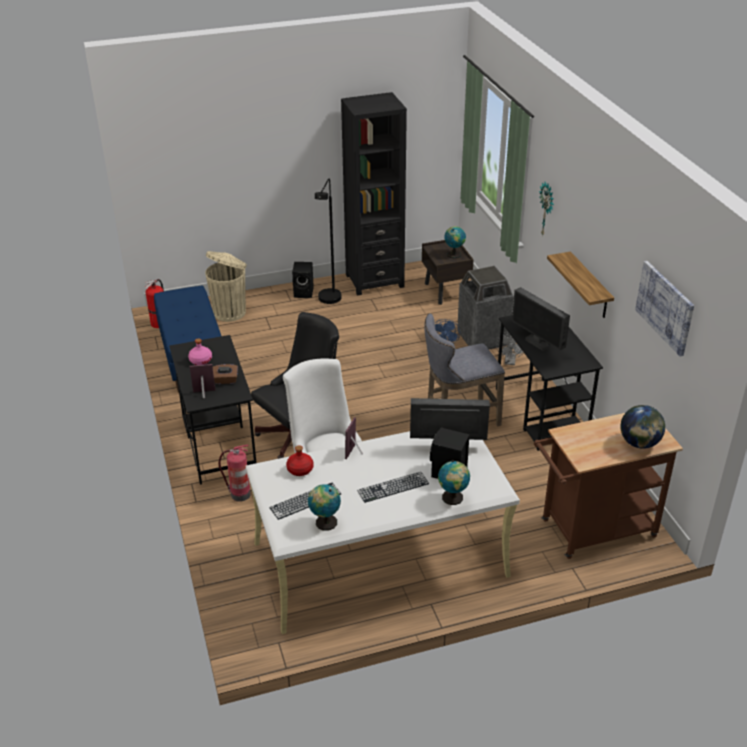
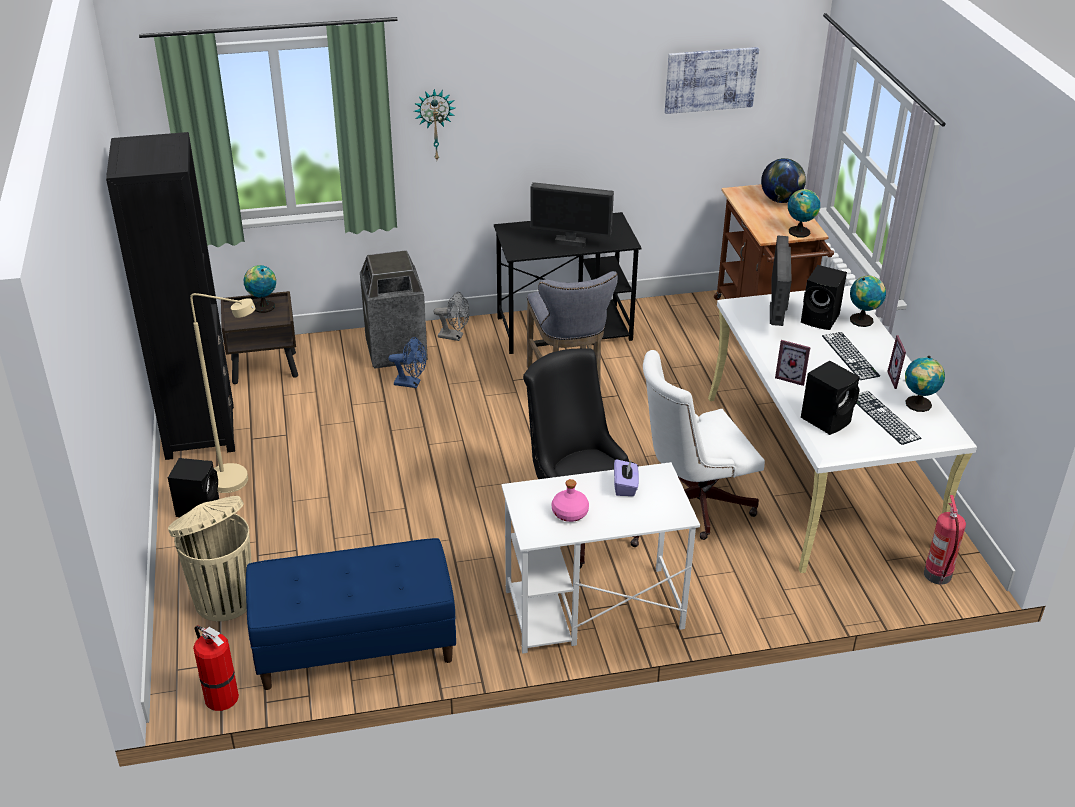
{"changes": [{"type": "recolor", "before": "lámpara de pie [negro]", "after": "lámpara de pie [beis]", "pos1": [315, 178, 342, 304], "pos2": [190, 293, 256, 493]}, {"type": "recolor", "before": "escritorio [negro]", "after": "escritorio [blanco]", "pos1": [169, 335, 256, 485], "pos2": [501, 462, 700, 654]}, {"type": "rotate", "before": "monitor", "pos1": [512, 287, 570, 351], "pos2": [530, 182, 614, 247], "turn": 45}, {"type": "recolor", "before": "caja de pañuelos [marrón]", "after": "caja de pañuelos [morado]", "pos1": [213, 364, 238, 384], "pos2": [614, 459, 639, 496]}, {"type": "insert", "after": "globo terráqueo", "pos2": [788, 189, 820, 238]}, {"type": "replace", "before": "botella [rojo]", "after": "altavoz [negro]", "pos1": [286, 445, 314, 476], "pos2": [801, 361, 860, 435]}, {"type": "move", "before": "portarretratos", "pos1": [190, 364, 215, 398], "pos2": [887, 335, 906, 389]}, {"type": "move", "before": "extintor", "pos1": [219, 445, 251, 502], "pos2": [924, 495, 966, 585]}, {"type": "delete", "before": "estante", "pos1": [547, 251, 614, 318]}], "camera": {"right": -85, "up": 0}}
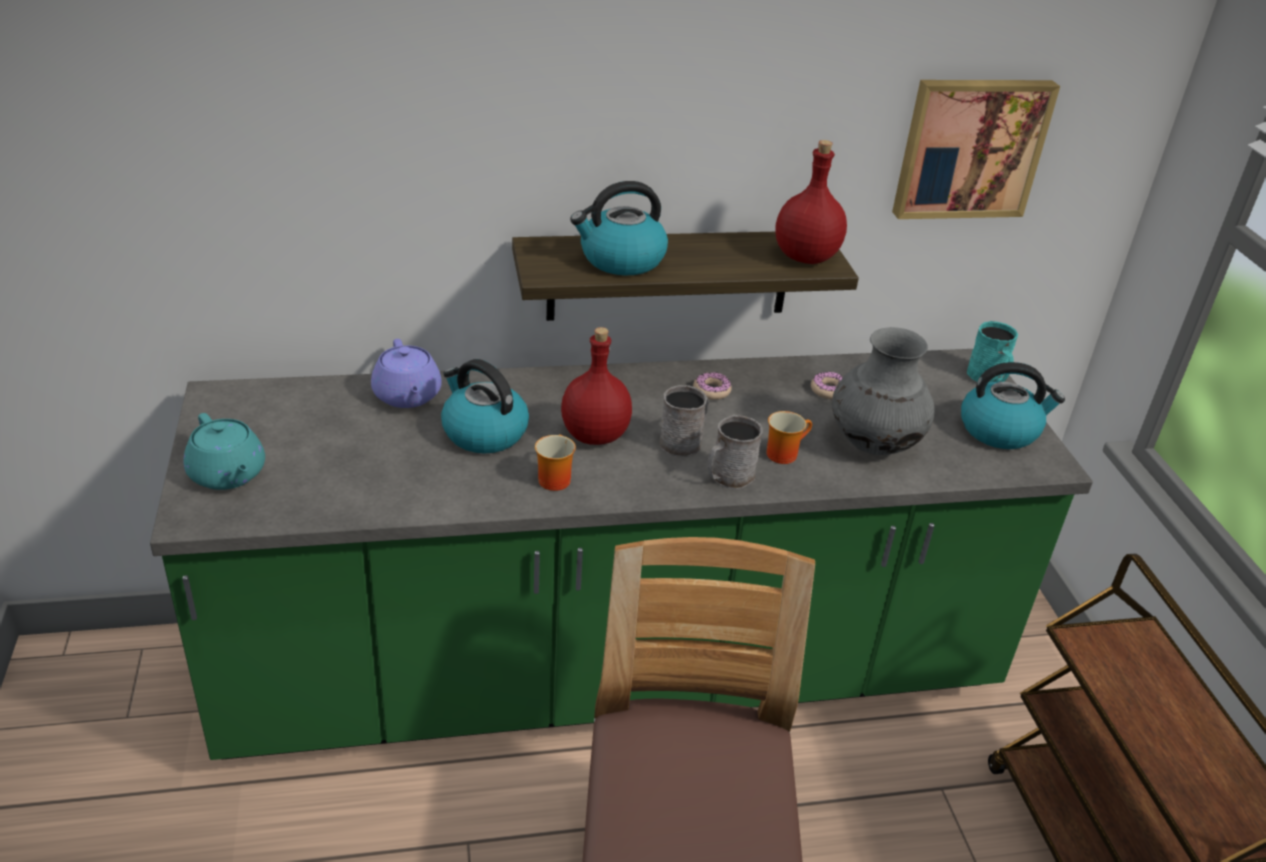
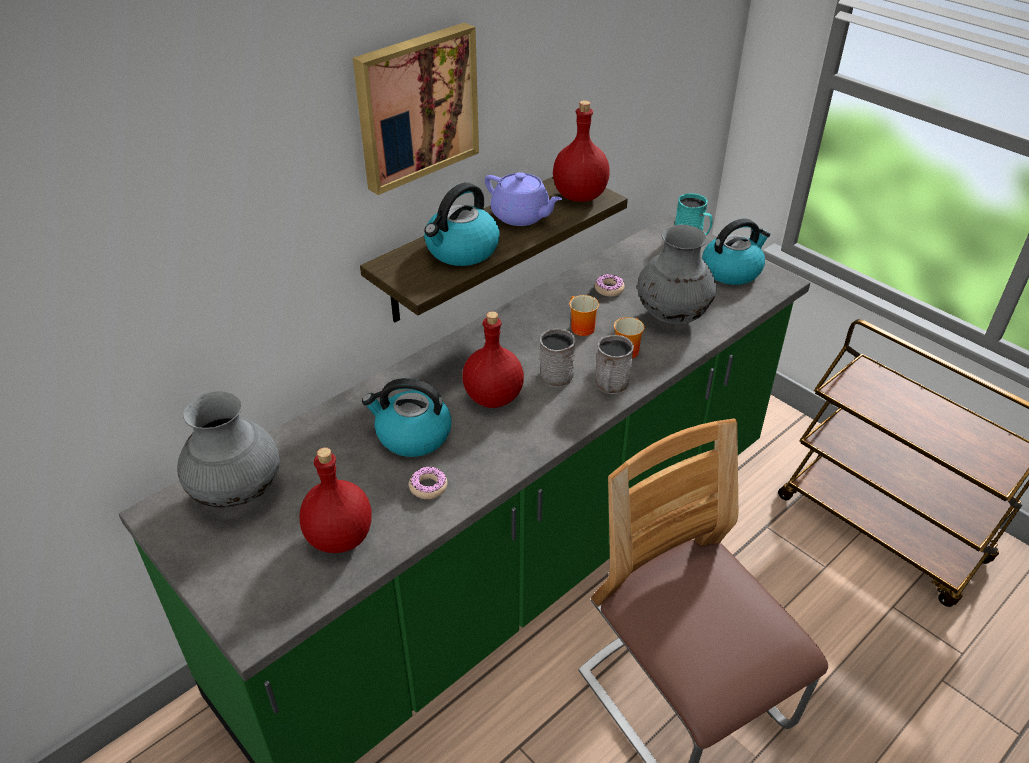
{"changes": [{"type": "insert", "after": "florero [gris]", "pos2": [177, 391, 280, 508]}, {"type": "insert", "after": "botella [rojo]", "pos2": [300, 448, 372, 553]}, {"type": "move", "before": "cuadro", "pos1": [892, 80, 1060, 219], "pos2": [353, 22, 479, 195]}, {"type": "move", "before": "rosquilla", "pos1": [693, 372, 732, 400], "pos2": [409, 467, 447, 499]}, {"type": "move", "before": "tetera [morado]", "pos1": [371, 339, 442, 408], "pos2": [485, 172, 562, 226]}, {"type": "move", "before": "taza grande", "pos1": [535, 435, 576, 491], "pos2": [569, 295, 599, 336]}, {"type": "delete", "before": "tetera [turquesa]", "pos1": [183, 413, 265, 490]}], "camera": {"right": -30, "up": 5}}
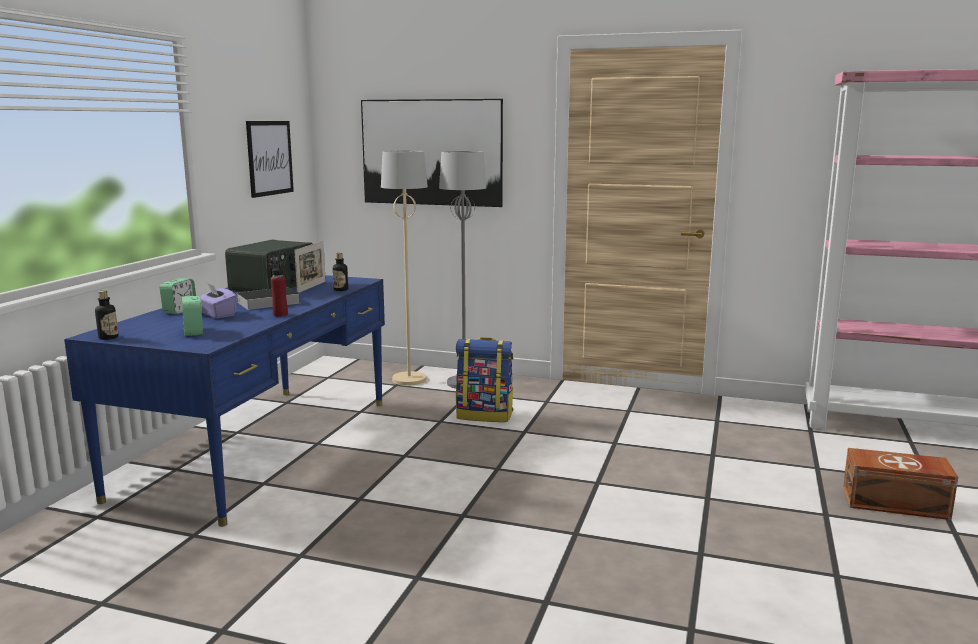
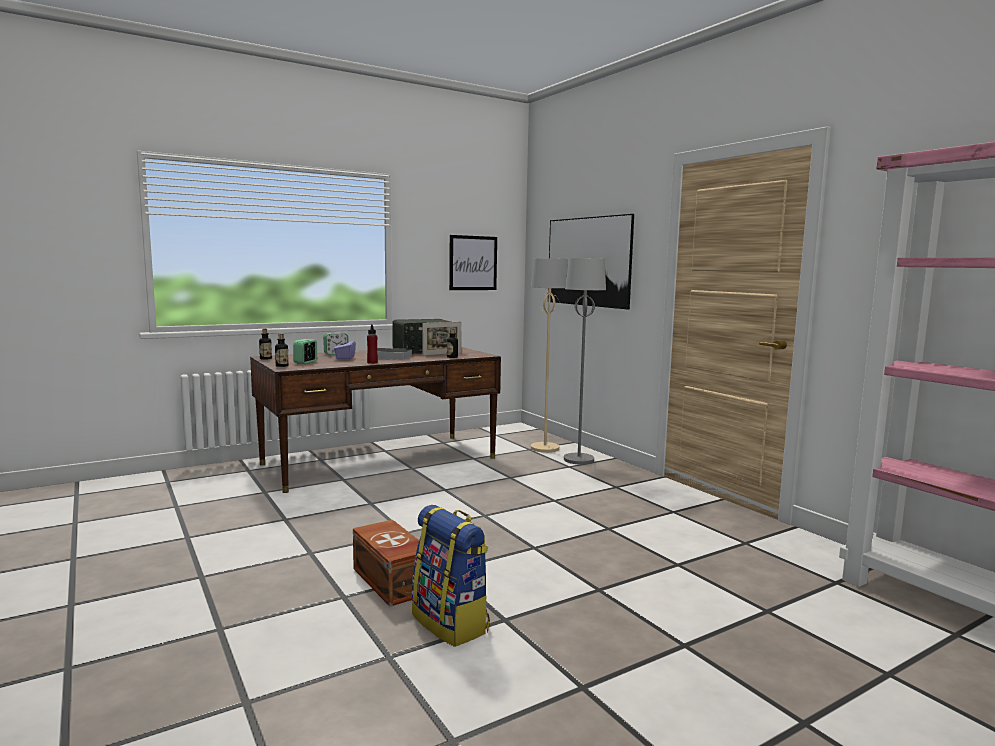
{"changes": [{"type": "recolor", "before": "escritorio [azul]", "after": "escritorio [marrón]", "pos1": [64, 275, 385, 527], "pos2": [250, 347, 501, 493]}, {"type": "insert", "after": "botella", "pos2": [275, 334, 289, 367]}, {"type": "move", "before": "caja de almacenaje [marrón]", "pos1": [843, 448, 958, 520], "pos2": [353, 520, 419, 607]}, {"type": "move", "before": "mochila", "pos1": [456, 337, 514, 422], "pos2": [412, 505, 490, 647]}], "camera": {"right": 40, "up": -5}}
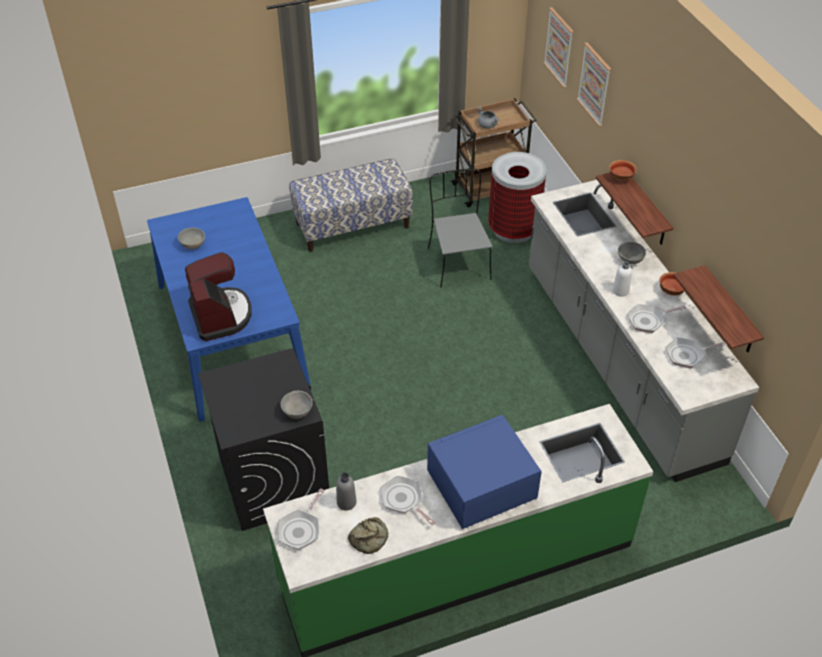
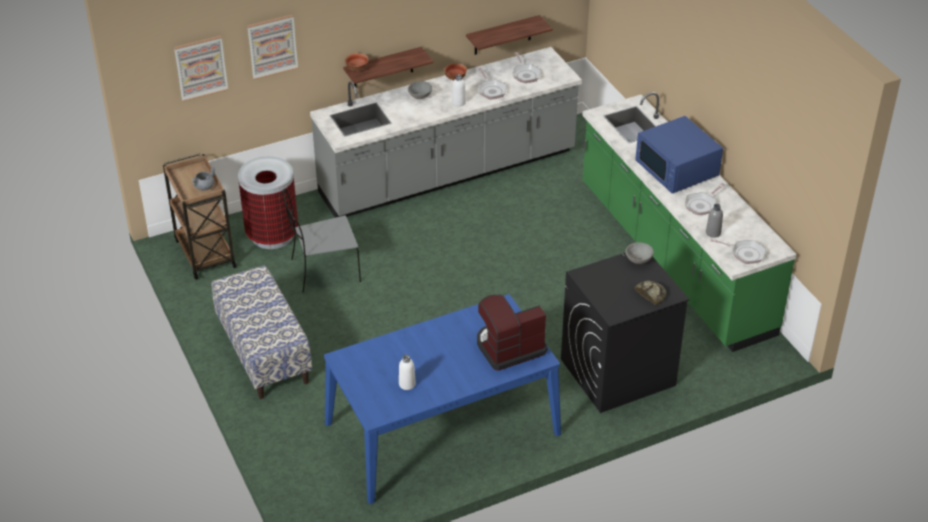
{"changes": [{"type": "replace", "before": "cuenco [gris]", "after": "botella [blanco]", "pos1": [178, 228, 205, 249], "pos2": [399, 355, 416, 390]}, {"type": "move", "before": "pan", "pos1": [348, 517, 388, 554], "pos2": [635, 281, 667, 305]}], "camera": {"right": -95, "up": -5}}
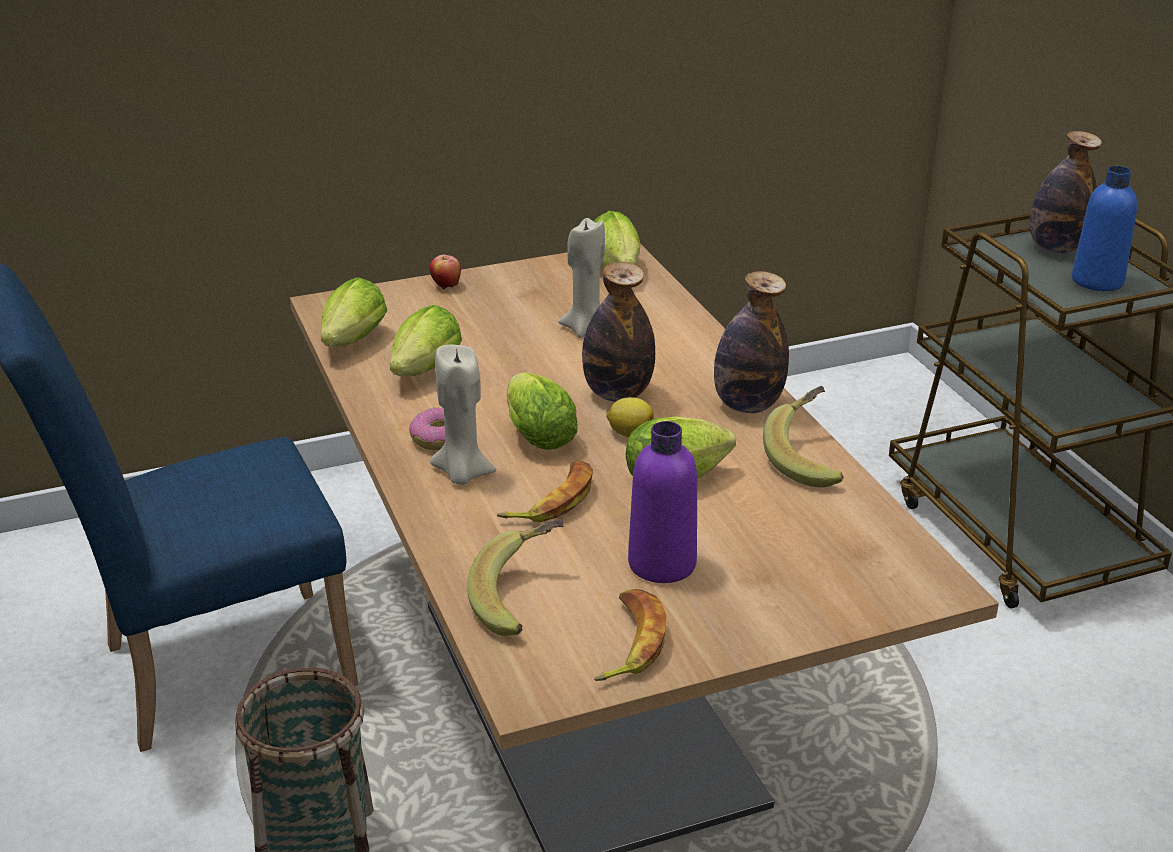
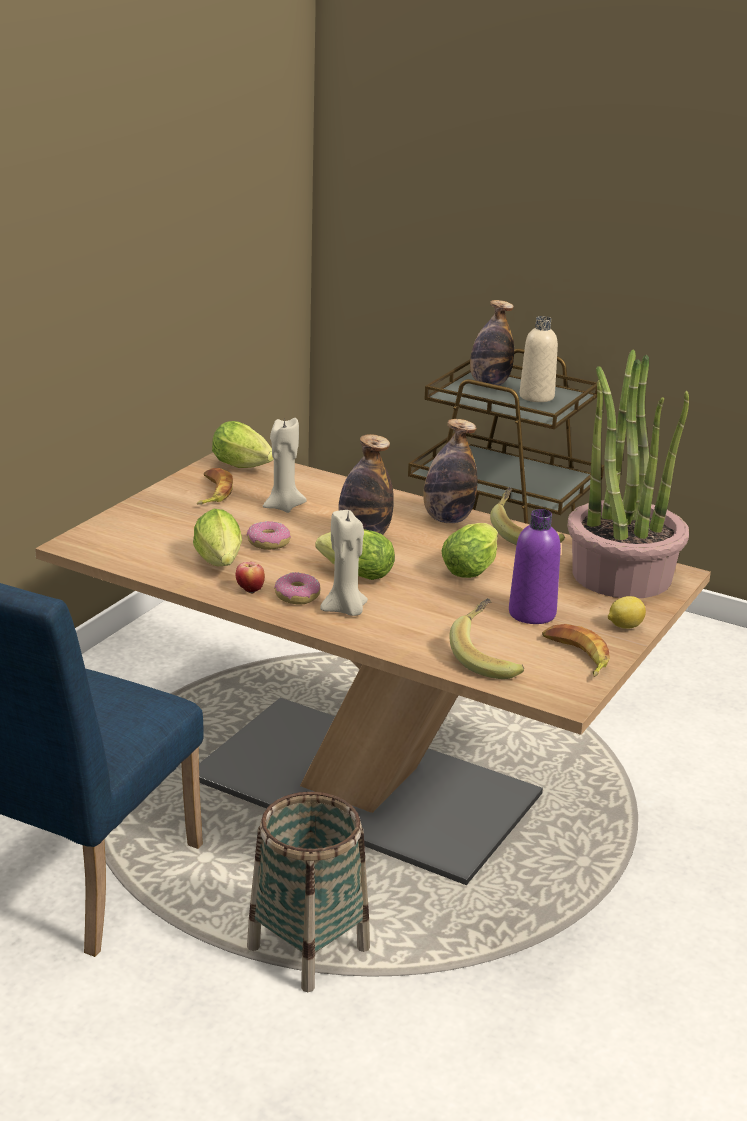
{"changes": [{"type": "move", "before": "plátano", "pos1": [497, 461, 593, 522], "pos2": [196, 468, 233, 505]}, {"type": "move", "before": "manzana", "pos1": [430, 254, 461, 289], "pos2": [236, 562, 265, 594]}, {"type": "insert", "after": "rosquilla", "pos2": [247, 521, 291, 550]}, {"type": "recolor", "before": "botella [azul]", "after": "botella [beis]", "pos1": [1072, 166, 1137, 291], "pos2": [520, 316, 558, 402]}, {"type": "insert", "after": "planta en maceta", "pos2": [567, 349, 689, 598]}, {"type": "move", "before": "limón", "pos1": [606, 397, 654, 437], "pos2": [608, 596, 646, 629]}, {"type": "delete", "before": "lechuga", "pos1": [321, 277, 388, 347]}], "camera": {"right": -40, "up": -5}}
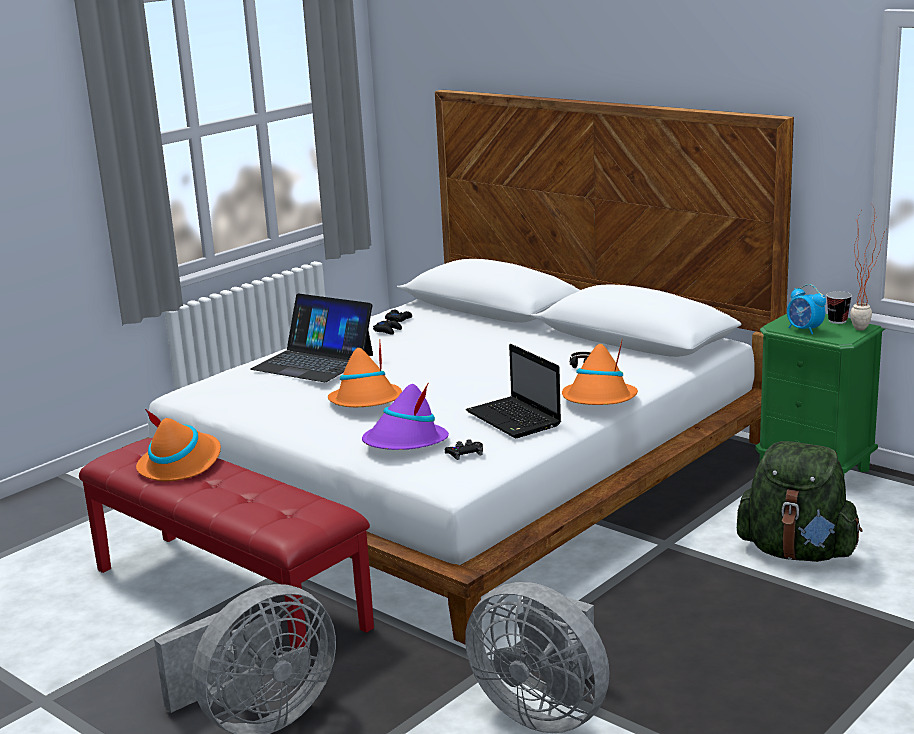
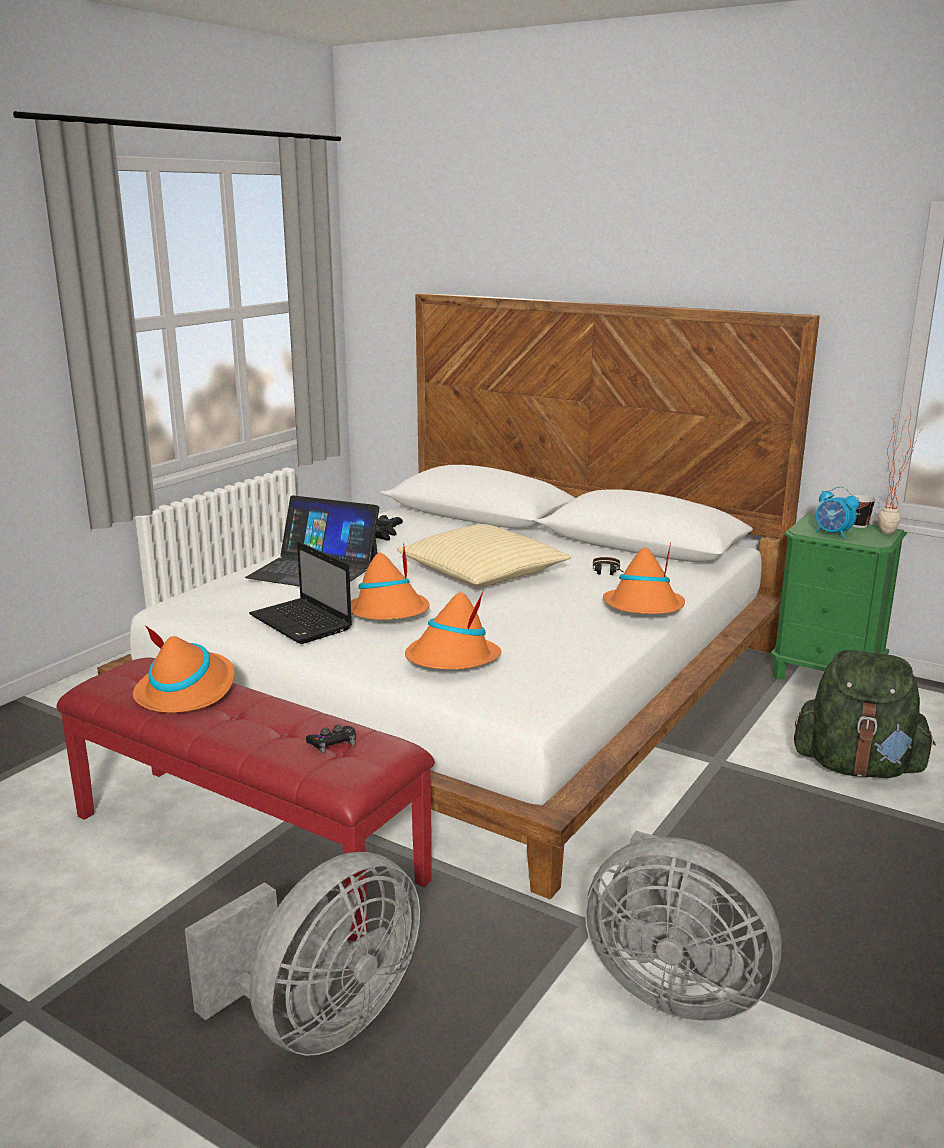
{"changes": [{"type": "move", "before": "portátil", "pos1": [466, 344, 561, 438], "pos2": [249, 541, 352, 644]}, {"type": "move", "before": "mando de consola [negro]", "pos1": [445, 439, 483, 460], "pos2": [306, 724, 356, 753]}, {"type": "insert", "after": "cojín [beis]", "pos2": [397, 524, 571, 586]}, {"type": "recolor", "before": "sombrero [morado]", "after": "sombrero [naranja]", "pos1": [362, 383, 449, 450], "pos2": [405, 592, 501, 669]}], "camera": {"right": -10, "up": 0}}
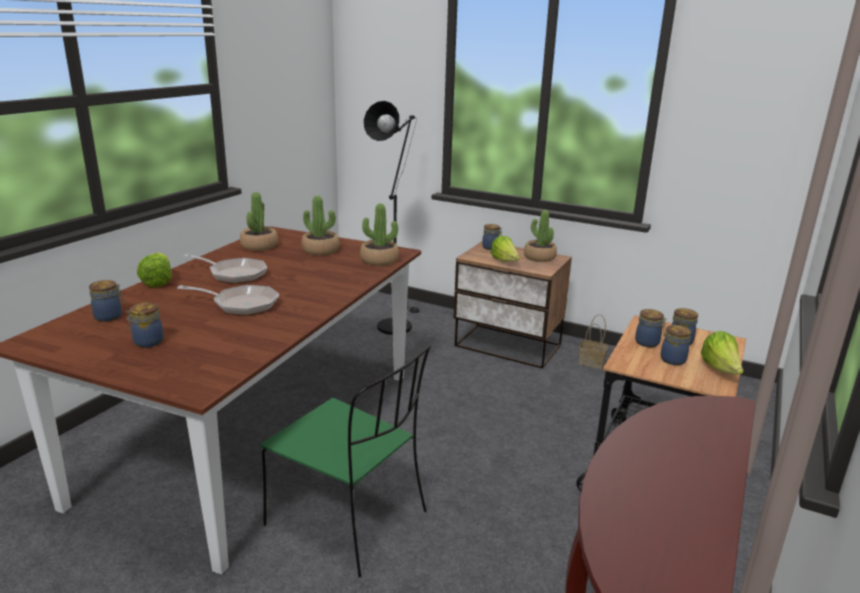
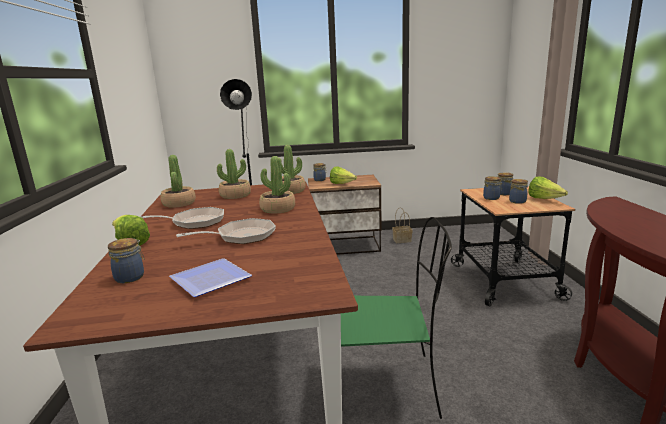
{"changes": [{"type": "replace", "before": "tarro", "after": "plato", "pos1": [126, 302, 163, 348], "pos2": [169, 258, 252, 297]}, {"type": "move", "before": "planta en maceta", "pos1": [524, 210, 557, 262], "pos2": [259, 156, 295, 214]}], "camera": {"right": -30, "up": -5}}
